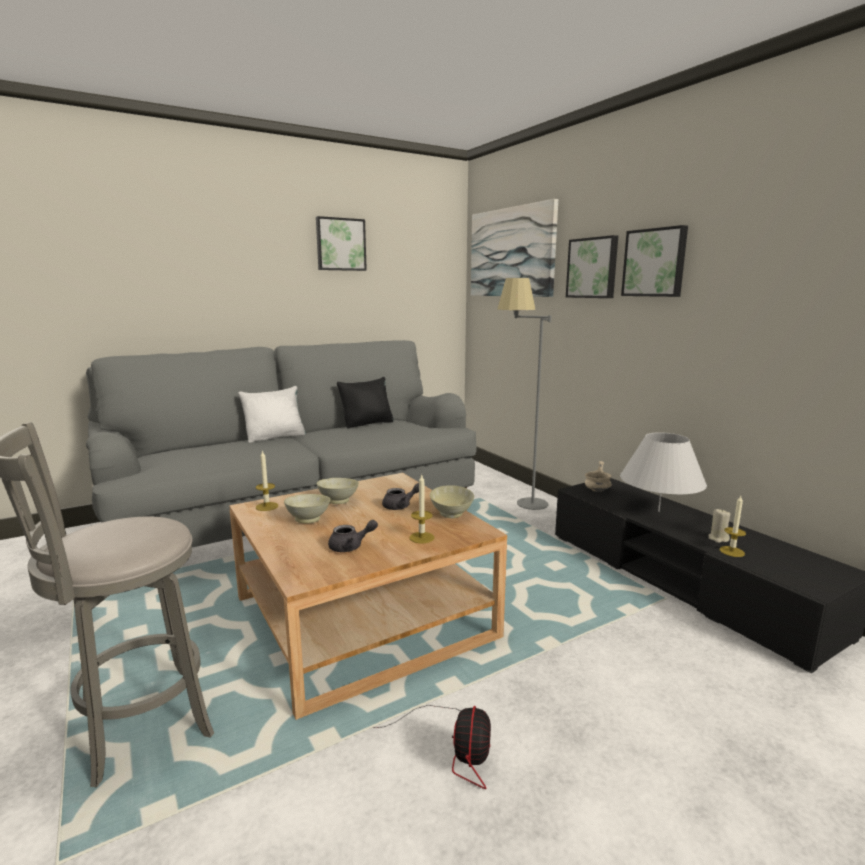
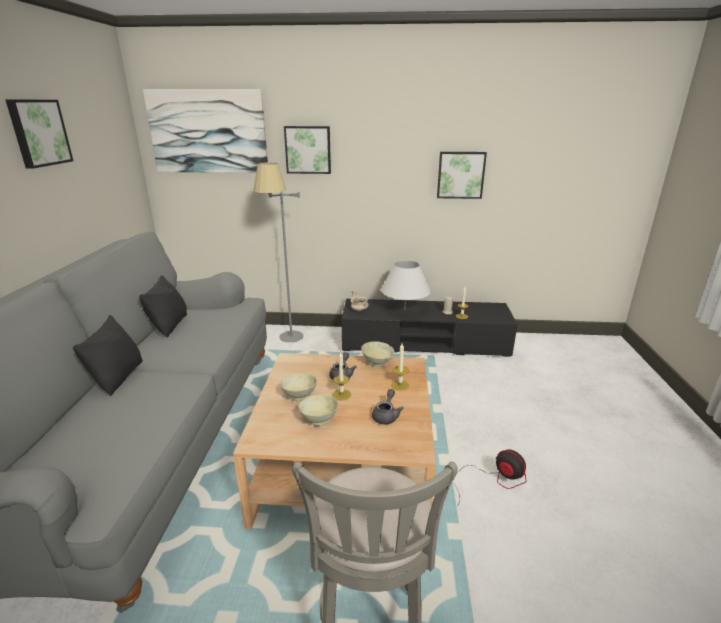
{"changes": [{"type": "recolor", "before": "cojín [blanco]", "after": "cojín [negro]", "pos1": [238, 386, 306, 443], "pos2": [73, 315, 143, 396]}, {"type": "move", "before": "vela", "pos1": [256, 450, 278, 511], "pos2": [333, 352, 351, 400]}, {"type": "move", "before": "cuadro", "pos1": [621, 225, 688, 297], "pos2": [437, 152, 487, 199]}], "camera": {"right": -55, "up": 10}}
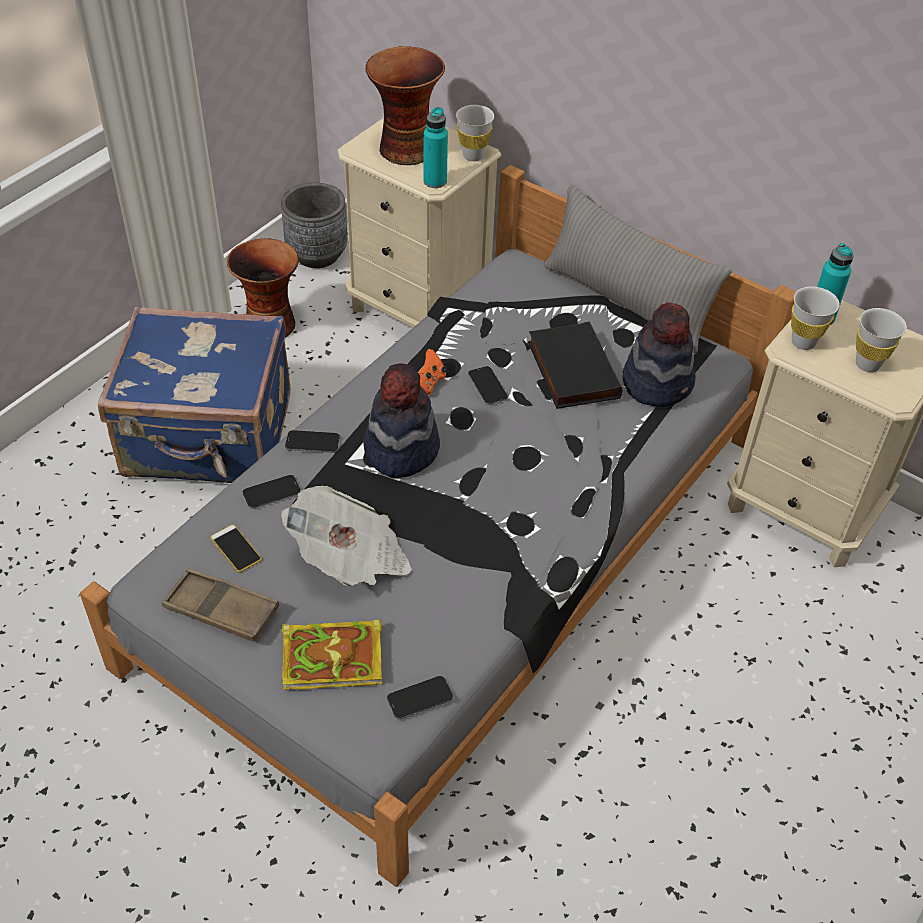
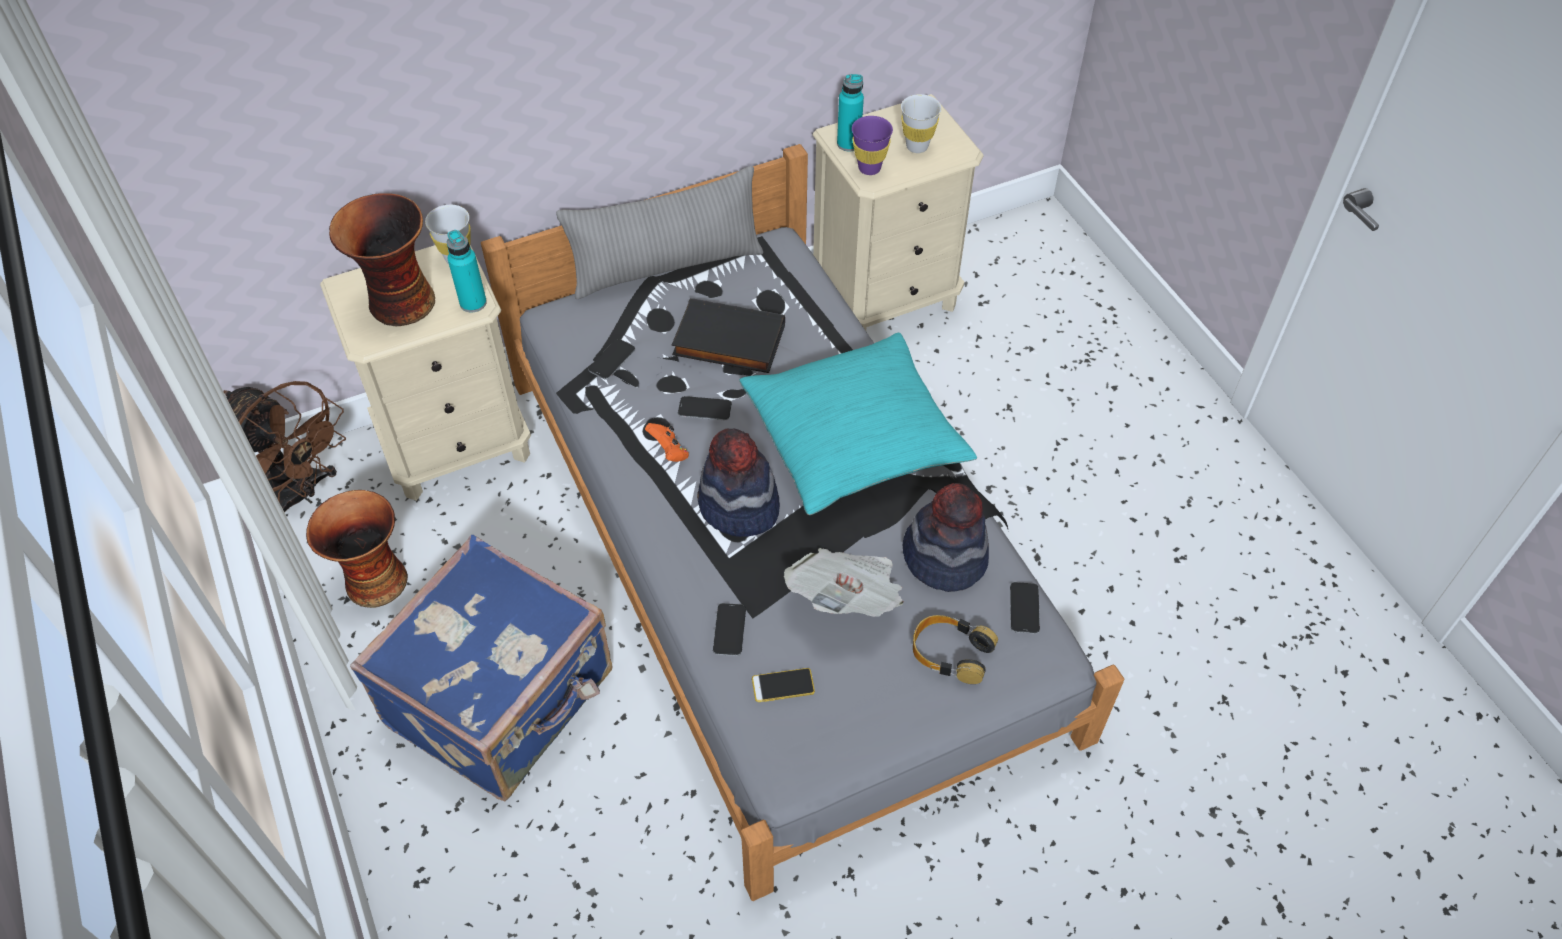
{"changes": [{"type": "replace", "before": "maceta [gris]", "after": "ventilador [marrón]", "pos1": [281, 183, 348, 268], "pos2": [223, 381, 346, 512]}, {"type": "move", "before": "móvil", "pos1": [285, 430, 340, 453], "pos2": [588, 339, 635, 380]}, {"type": "insert", "after": "cojín [turquesa]", "pos2": [739, 333, 977, 515]}, {"type": "recolor", "before": "taza [blanco]", "after": "taza [morado]", "pos1": [791, 286, 840, 350], "pos2": [852, 116, 893, 175]}, {"type": "move", "before": "sombrero", "pos1": [622, 302, 696, 407], "pos2": [903, 483, 989, 592]}, {"type": "replace", "before": "libro", "after": "auriculares", "pos1": [282, 619, 382, 690], "pos2": [913, 615, 998, 684]}, {"type": "delete", "before": "bandeja [marrón]", "pos1": [162, 568, 279, 642]}], "camera": {"right": -60, "up": 5}}
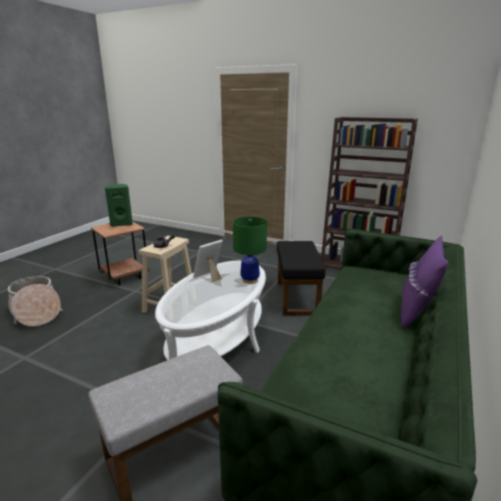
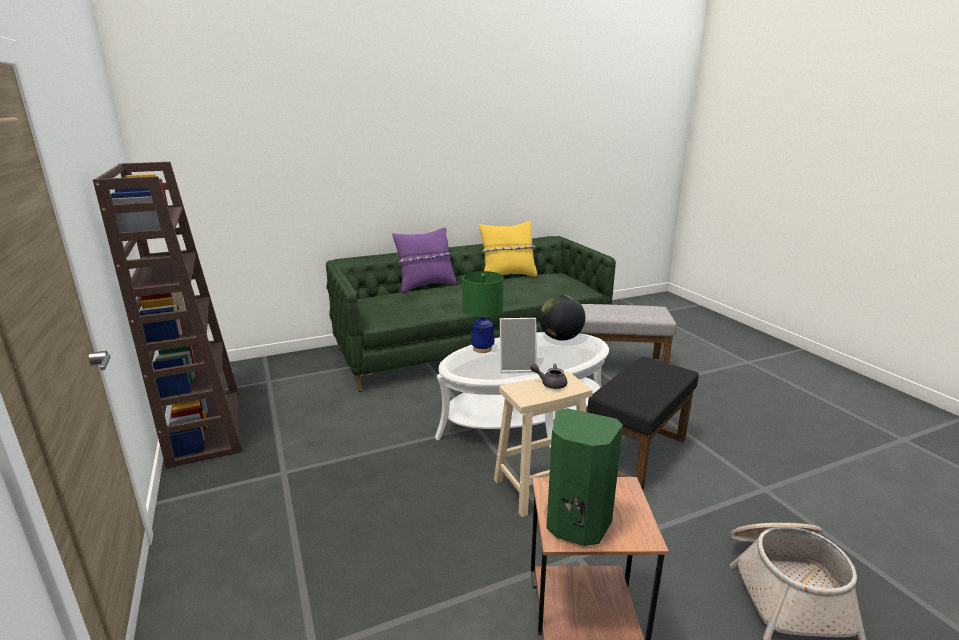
{"changes": [{"type": "insert", "after": "cojín [amarillo]", "pos2": [479, 221, 537, 277]}, {"type": "insert", "after": "globo terráqueo", "pos2": [539, 295, 585, 341]}, {"type": "move", "before": "puf [negro]", "pos1": [277, 241, 326, 315], "pos2": [588, 356, 699, 490]}], "camera": {"right": -140, "up": 0}}
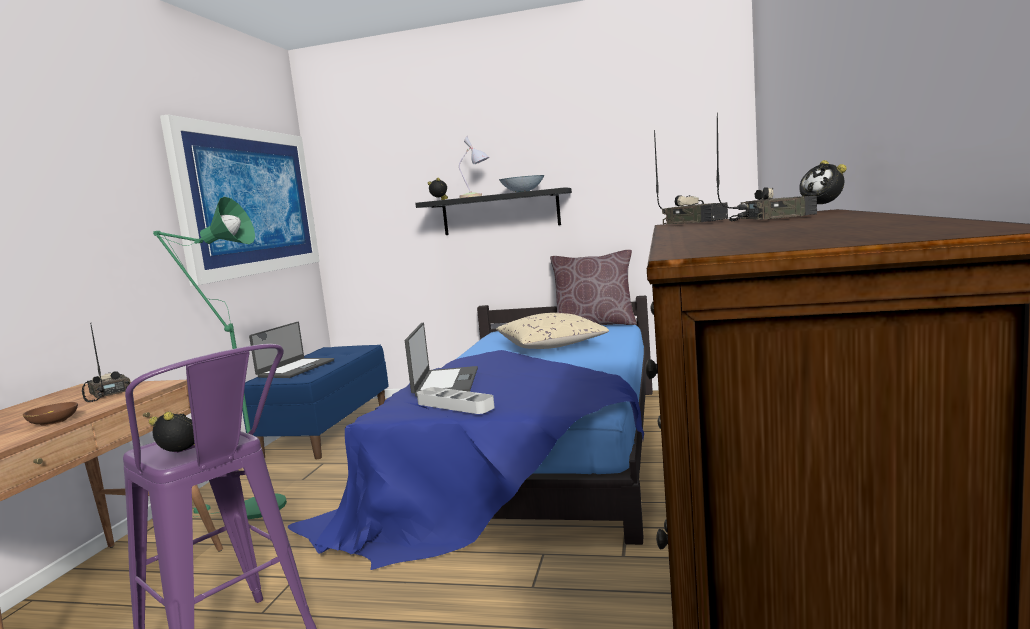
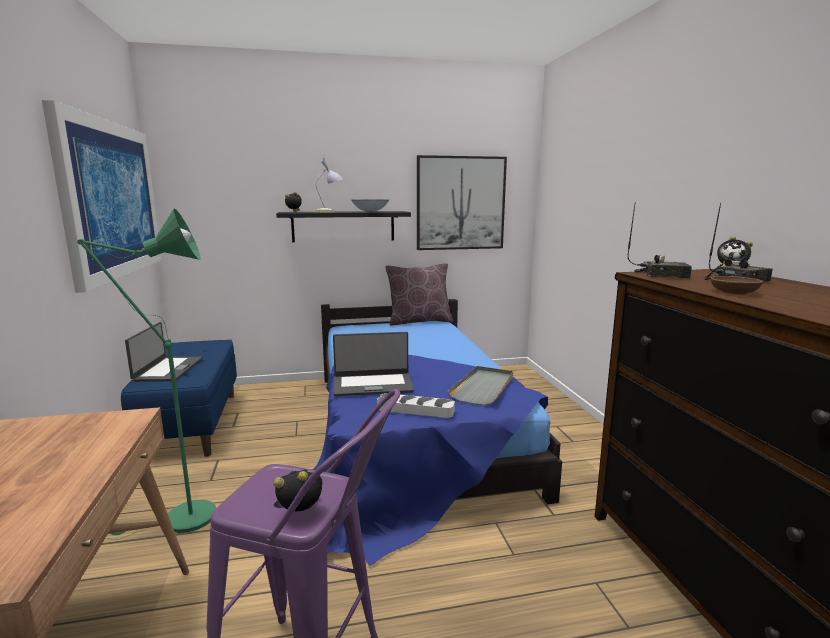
{"changes": [{"type": "rotate", "before": "portátil", "pos1": [405, 323, 478, 397], "pos2": [333, 332, 414, 396], "turn": 105}, {"type": "insert", "after": "cuadro", "pos2": [417, 155, 507, 250]}, {"type": "insert", "after": "bandeja [gris]", "pos2": [447, 366, 513, 405]}, {"type": "move", "before": "cuenco [marrón]", "pos1": [23, 402, 78, 426], "pos2": [711, 276, 763, 295]}, {"type": "delete", "before": "radio", "pos1": [82, 323, 131, 402]}, {"type": "delete", "before": "cojín [beis]", "pos1": [496, 313, 609, 349]}], "camera": {"right": -25, "up": 5}}
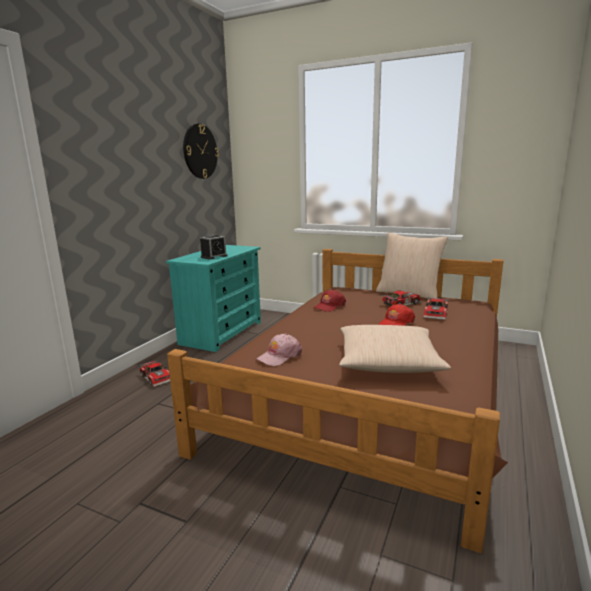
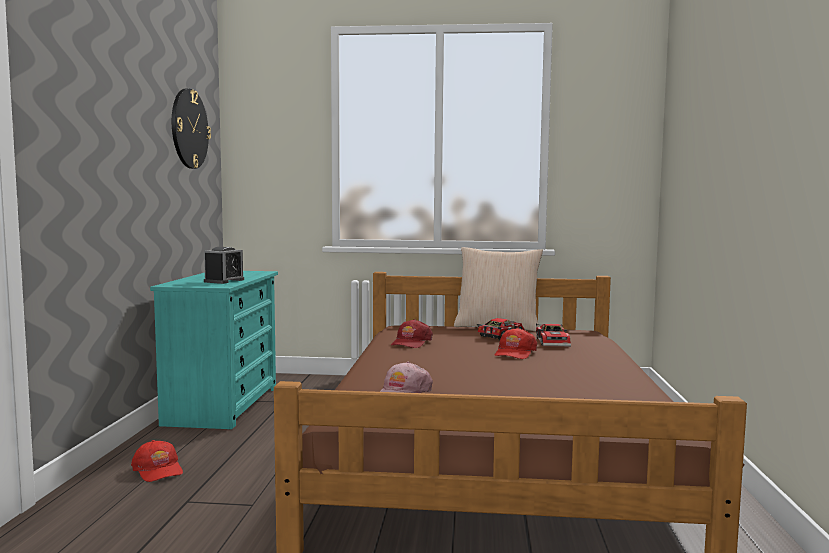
{"changes": [{"type": "replace", "before": "coche de juguete", "after": "gorra [rojo]", "pos1": [139, 359, 170, 387], "pos2": [131, 440, 183, 482]}, {"type": "delete", "before": "cojín [beis]", "pos1": [339, 325, 451, 373]}], "camera": {"right": -20, "up": -10}}
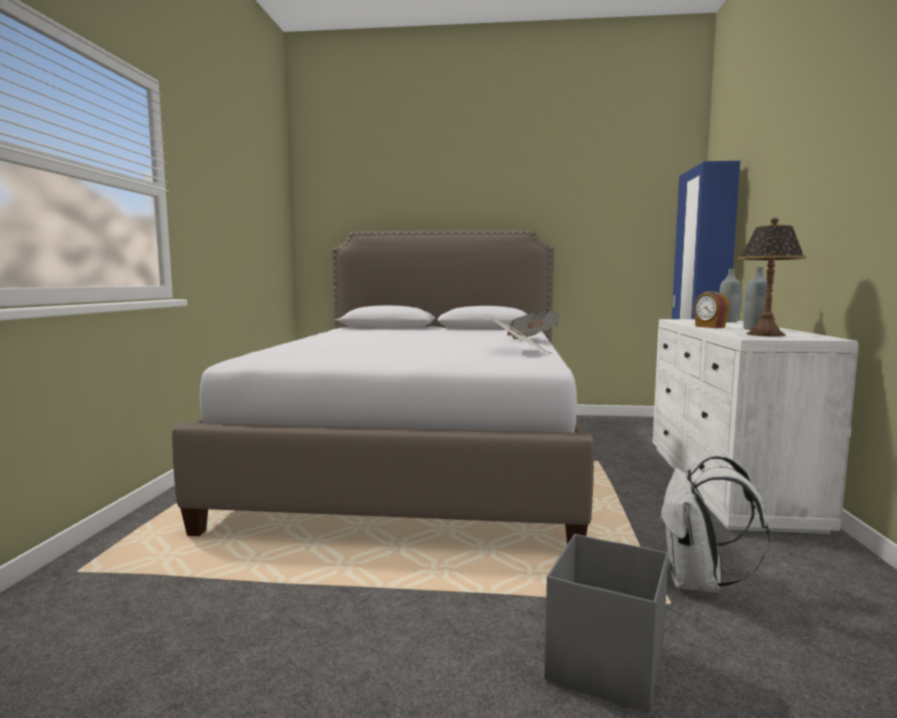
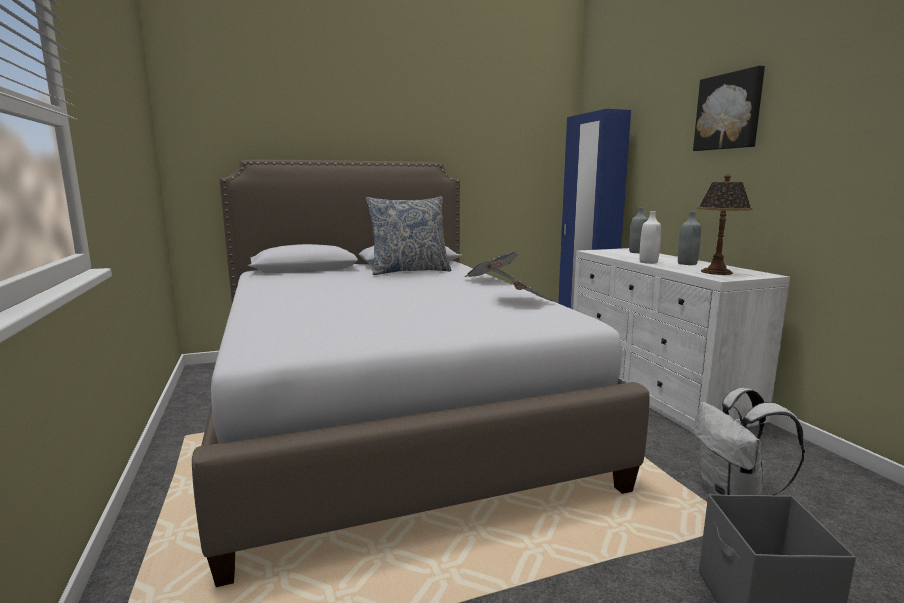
{"changes": [{"type": "insert", "after": "cojín", "pos2": [366, 196, 452, 275]}, {"type": "replace", "before": "despertador", "after": "botella [blanco]", "pos1": [694, 291, 729, 328], "pos2": [639, 211, 661, 264]}, {"type": "insert", "after": "cuadro", "pos2": [693, 66, 765, 151]}], "camera": {"right": -25, "up": 5}}
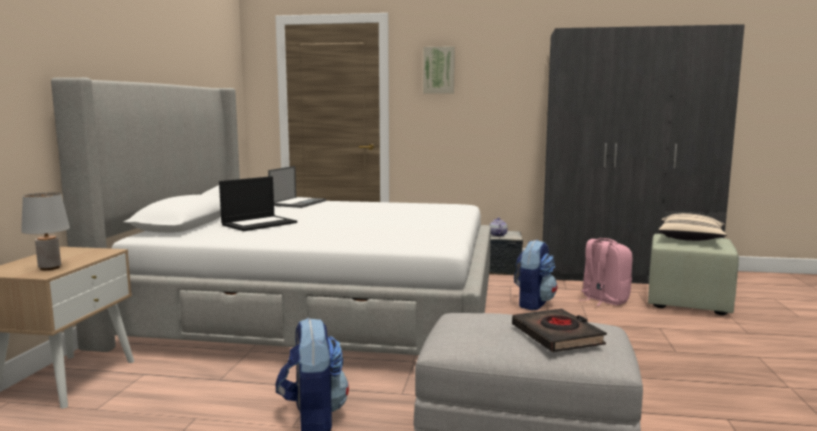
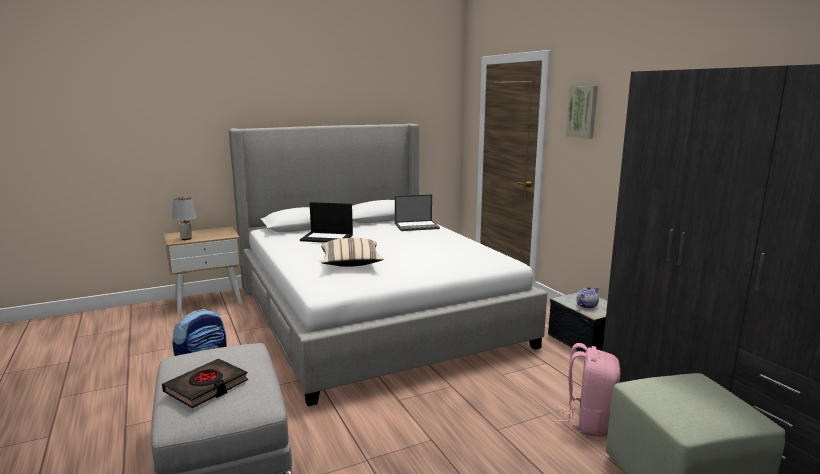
{"changes": [{"type": "move", "before": "cojín [beis]", "pos1": [659, 213, 727, 241], "pos2": [321, 238, 384, 267]}, {"type": "delete", "before": "mochila", "pos1": [514, 240, 557, 310]}], "camera": {"right": 55, "up": 5}}
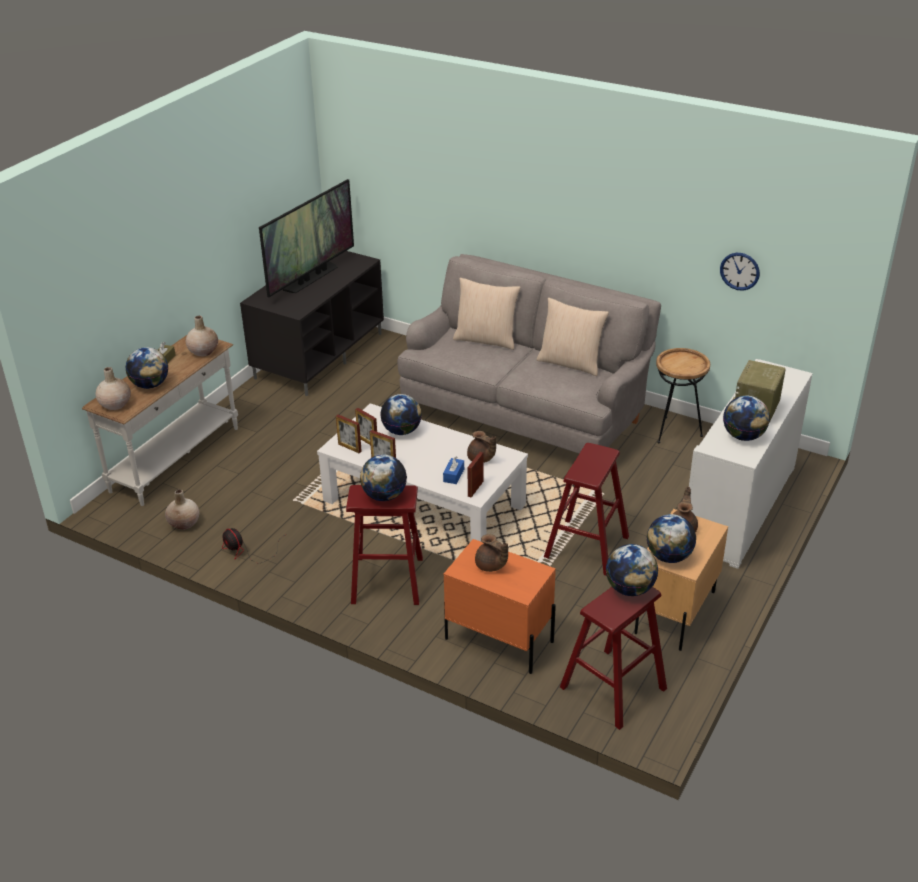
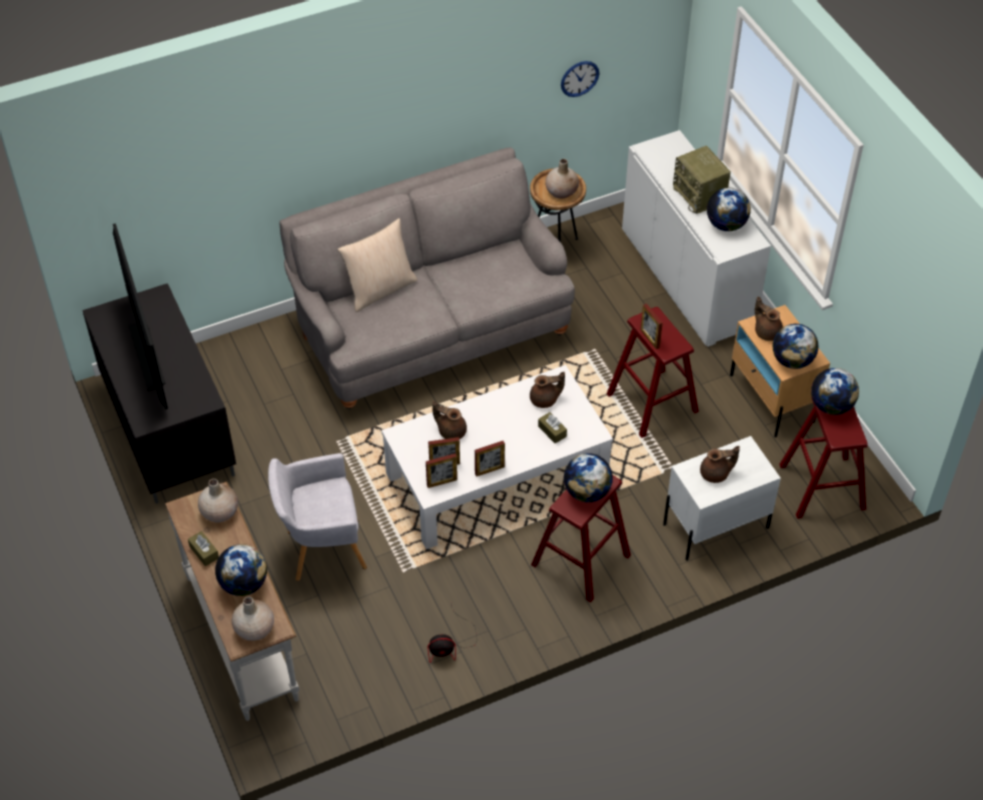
{"changes": [{"type": "insert", "after": "sillón [gris]", "pos2": [268, 453, 367, 581]}, {"type": "replace", "before": "globo terráqueo", "after": "tetera [marrón]", "pos1": [381, 394, 422, 435], "pos2": [432, 401, 467, 439]}, {"type": "recolor", "before": "caja de pañuelos [azul]", "after": "caja de pañuelos [marrón]", "pos1": [443, 456, 464, 484], "pos2": [538, 412, 567, 444]}, {"type": "move", "before": "florero [beis]", "pos1": [165, 489, 199, 530], "pos2": [545, 159, 579, 199]}, {"type": "move", "before": "portarretratos", "pos1": [467, 452, 483, 498], "pos2": [641, 303, 663, 349]}, {"type": "recolor", "before": "mesita de noche [naranja]", "after": "mesita de noche [blanco]", "pos1": [444, 539, 556, 674], "pos2": [663, 436, 781, 561]}, {"type": "delete", "before": "cojín [beis]", "pos1": [537, 297, 609, 376]}], "camera": {"right": -55, "up": 15}}
